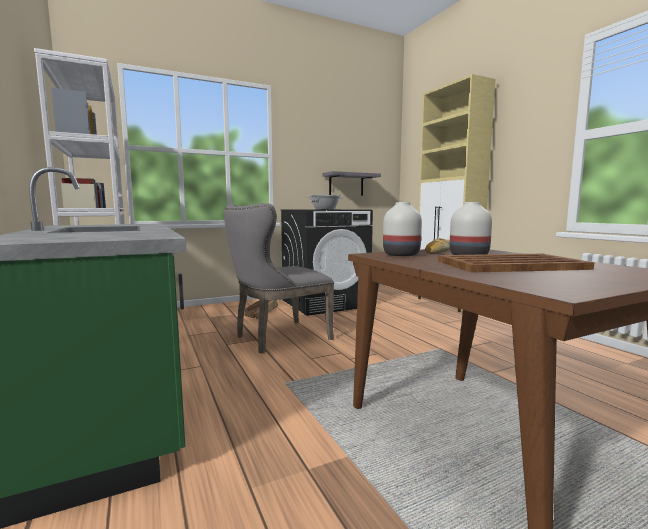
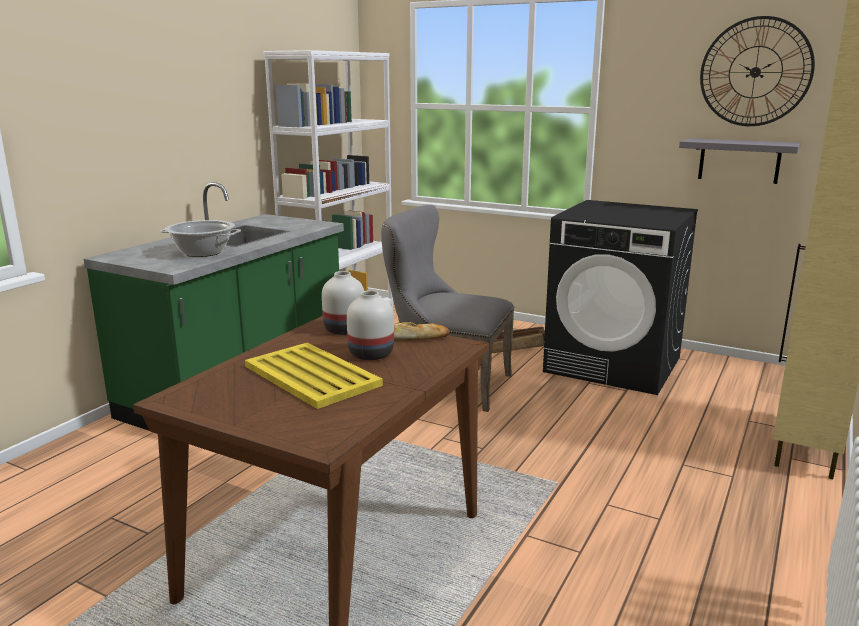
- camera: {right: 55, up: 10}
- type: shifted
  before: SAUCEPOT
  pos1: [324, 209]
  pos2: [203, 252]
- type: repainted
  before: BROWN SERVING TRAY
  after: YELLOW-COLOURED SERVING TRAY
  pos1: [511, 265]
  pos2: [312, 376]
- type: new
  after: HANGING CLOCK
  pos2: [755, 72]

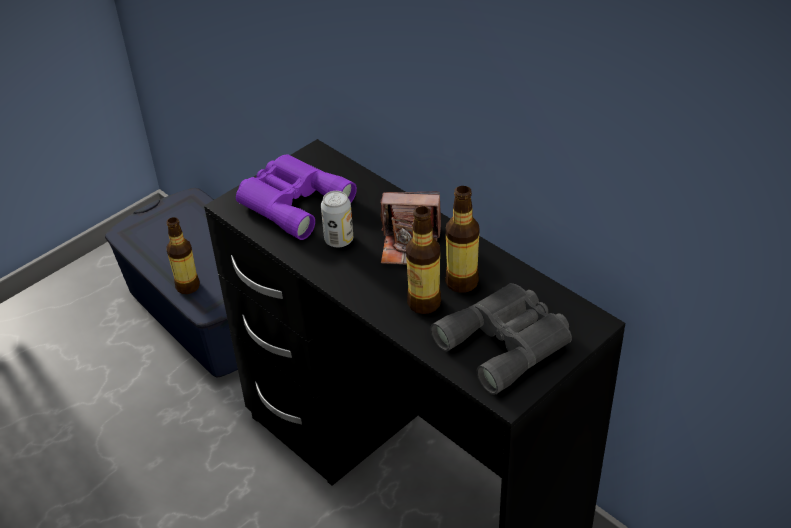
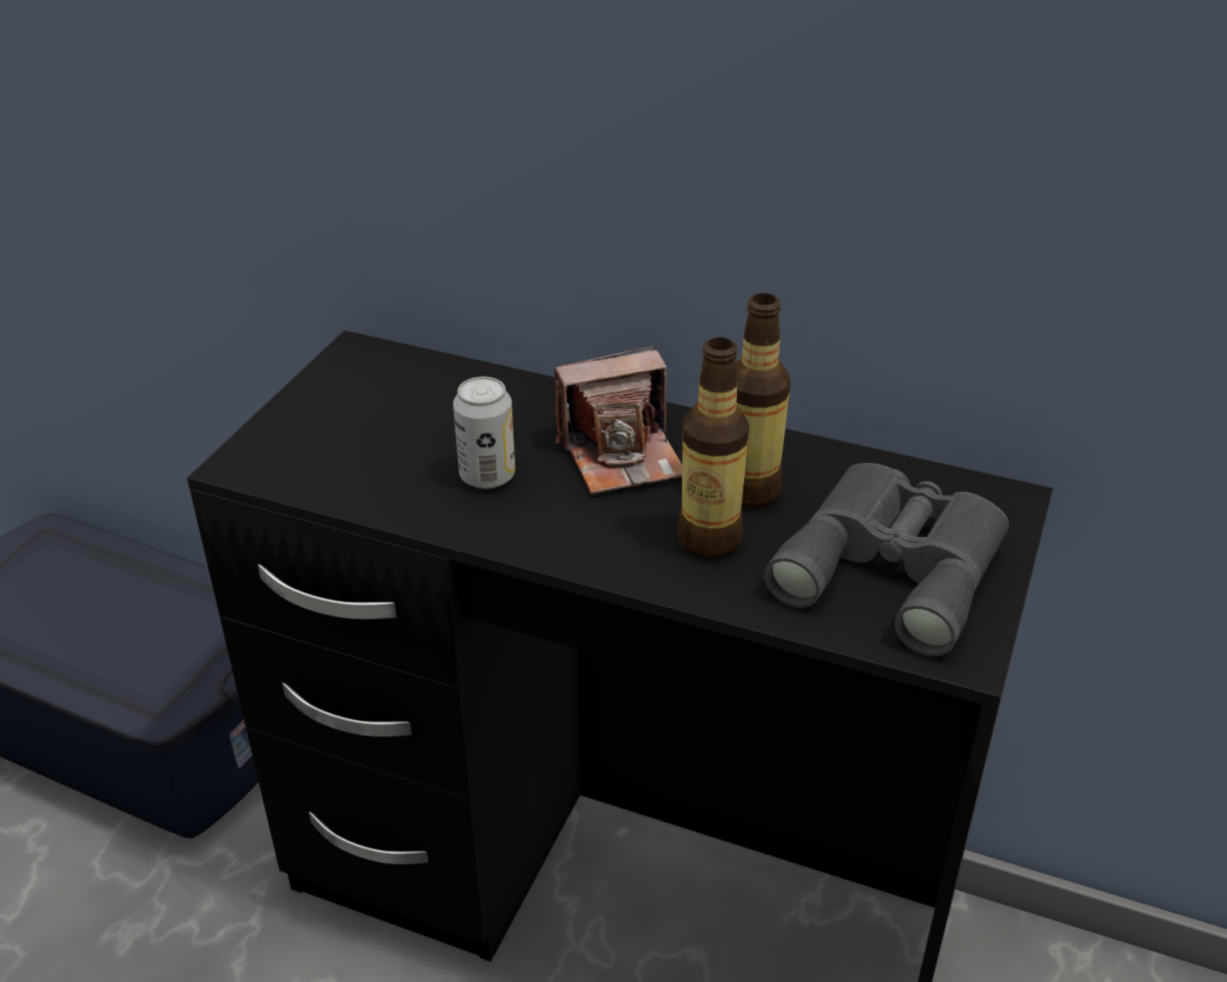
- camera: {right: -25, up: -5}
- type: gone
  before: BOTTLE
  pos1: [188, 286]
- type: gone
  before: PURPLISH BINOCULARS
  pos1: [291, 201]

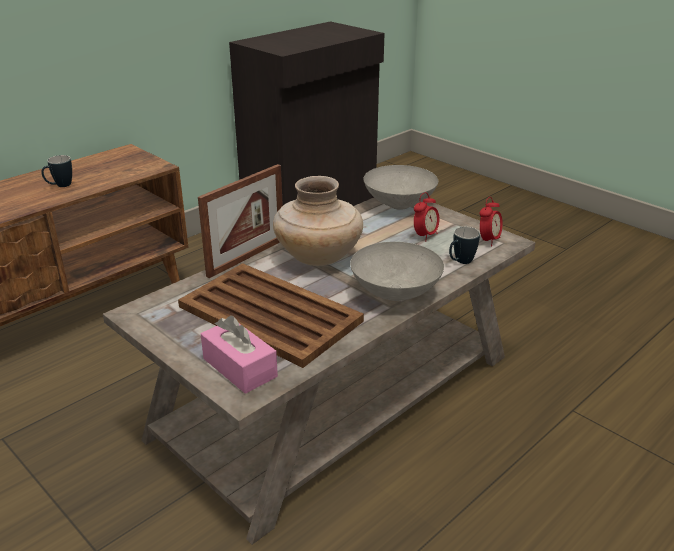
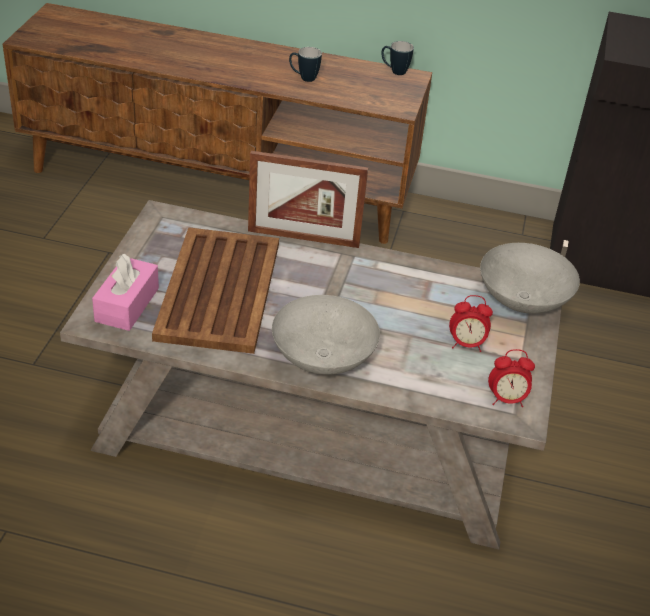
- camera: {right: 55, up: 10}
- type: gone
  before: SAND-COLOURED DECORATIVE VASE
  pos1: [318, 257]
- type: shifted
  before: MUG
  pos1: [460, 262]
  pos2: [394, 71]

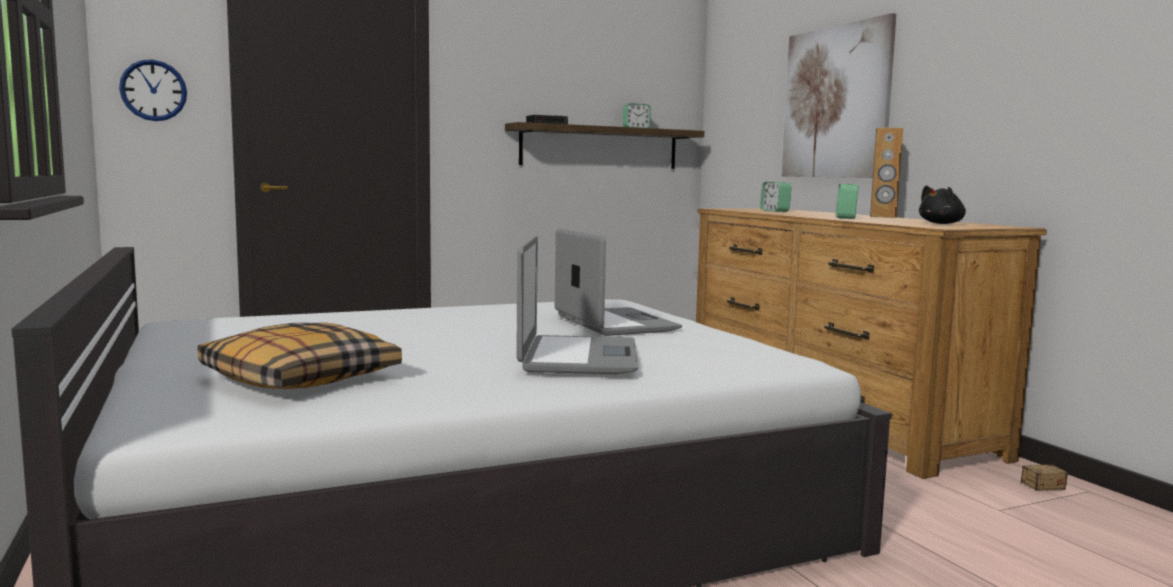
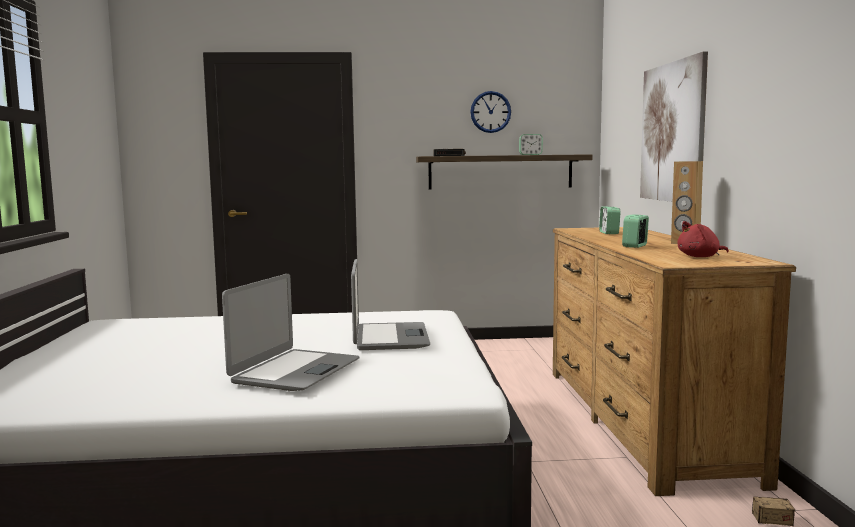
- camera: {right: 20, up: 0}
- type: shifted
  before: HANGING CLOCK
  pos1: [153, 90]
  pos2: [490, 112]
- type: gone
  before: THROW PILLOW
  pos1: [299, 379]
- type: repainted
  before: BLACK SOFT TOY
  after: RED-COLOURED SOFT TOY
  pos1: [942, 224]
  pos2: [700, 257]

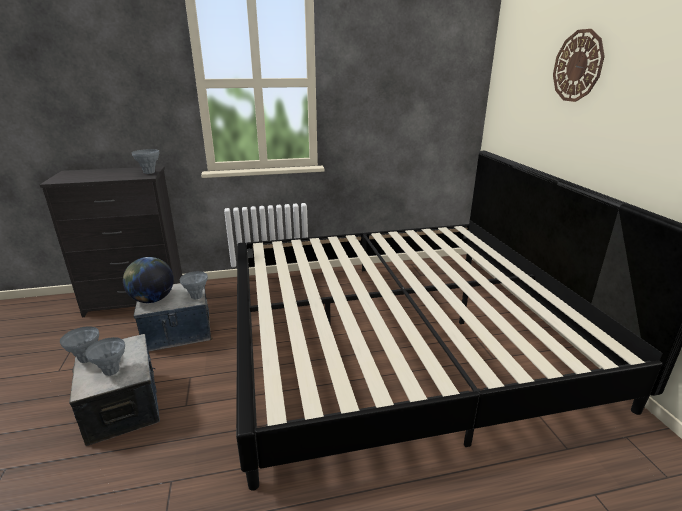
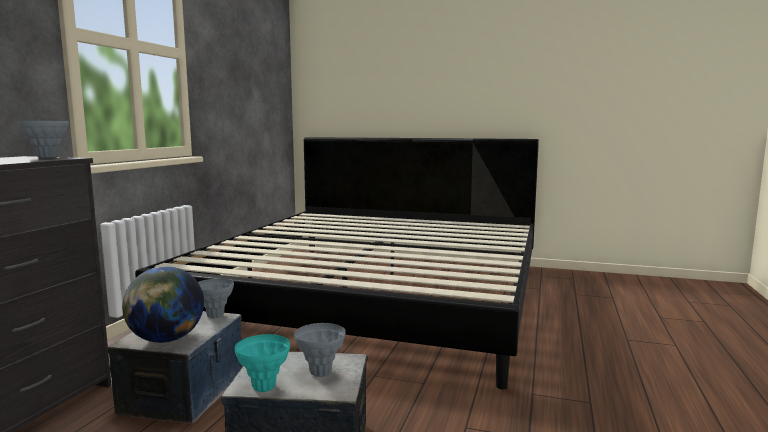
- camera: {right: -60, up: -15}
- type: repainted
  before: GRAY DECORATIVE VASE
  after: TURQUOISE-COLOURED DECORATIVE VASE
  pos1: [86, 359]
  pos2: [264, 387]
- type: gone
  before: HANGING CLOCK
  pos1: [578, 66]

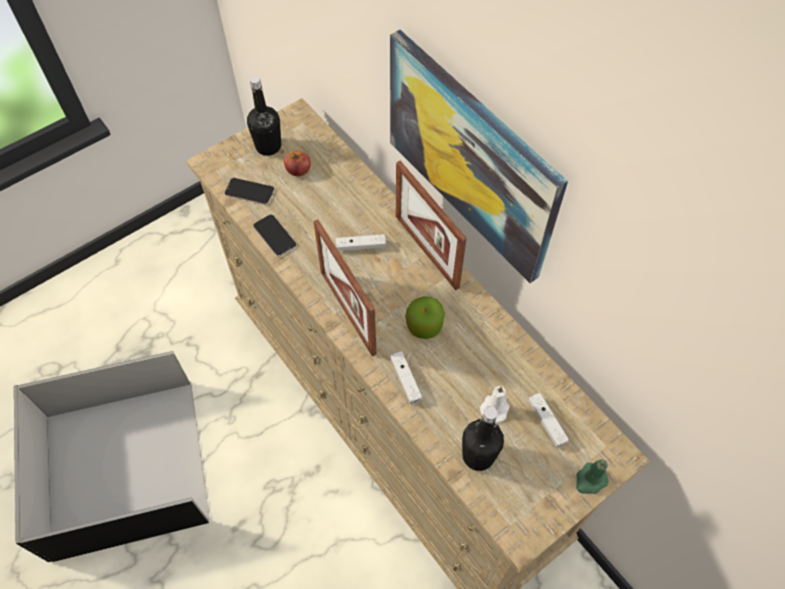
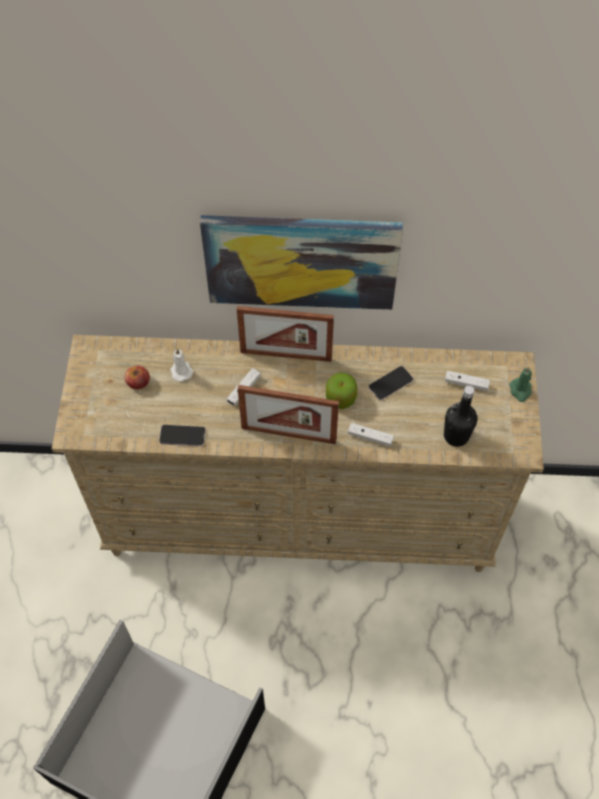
- camera: {right: -50, up: 0}
- type: shifted
  before: HANDSET
  pos1: [249, 192]
  pos2: [390, 383]
- type: gone
  before: BLACK BOTTLE
  pos1: [268, 146]
- type: shifted
  before: WHITE CANDLE
  pos1: [495, 407]
  pos2: [181, 370]

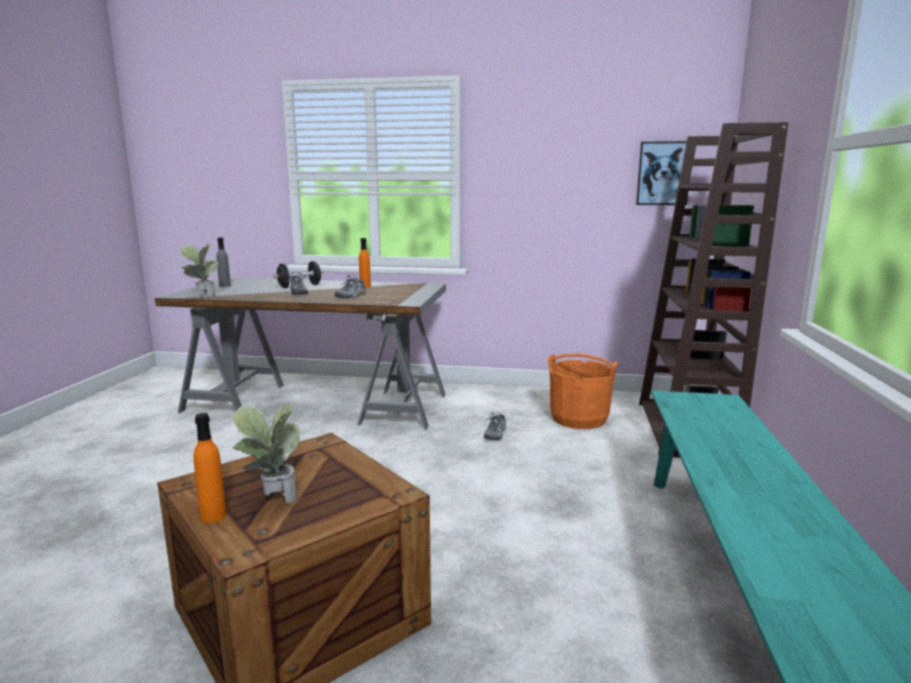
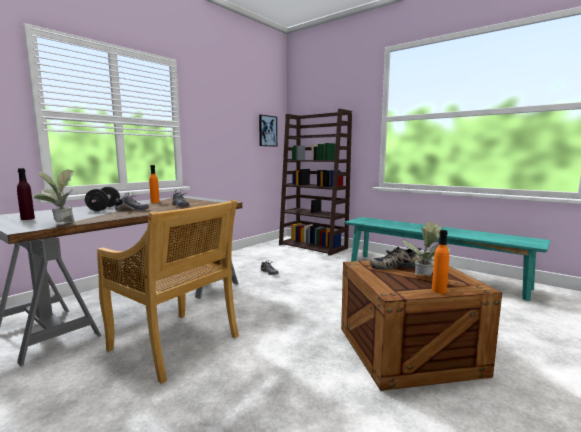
- camera: {right: -60, up: -5}
- type: repainted
  before: GRAY BOTTLE
  after: PURPLISH BOTTLE
  pos1: [225, 286]
  pos2: [27, 219]
- type: gone
  before: ORANGEY WATER BUCKET
  pos1: [578, 418]
- type: new
  after: SAND-COLOURED UPRIGHT CHAIR
  pos2: [176, 344]
- type: new
  after: LOW SHOE
  pos2: [394, 266]

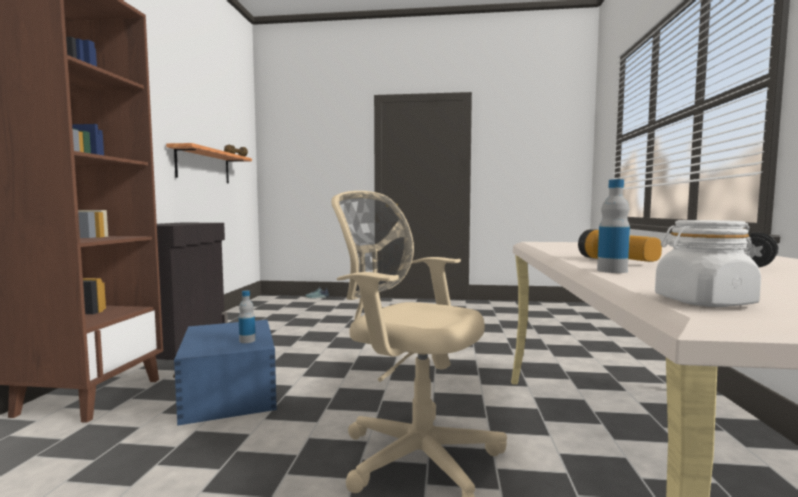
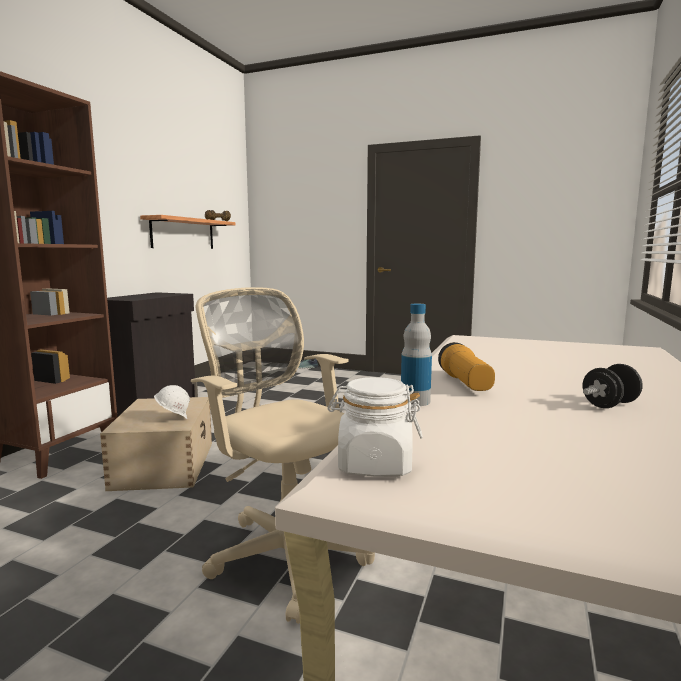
- camera: {right: 15, up: 5}
- type: repainted
  before: BLUISH STORAGE CONTAINER
  after: SAND-COLOURED STORAGE CONTAINER
  pos1: [230, 392]
  pos2: [165, 464]
- type: swapped
  before: BOTTLE
  after: WHITE SAFETY HELMET
  pos1: [247, 340]
  pos2: [173, 419]

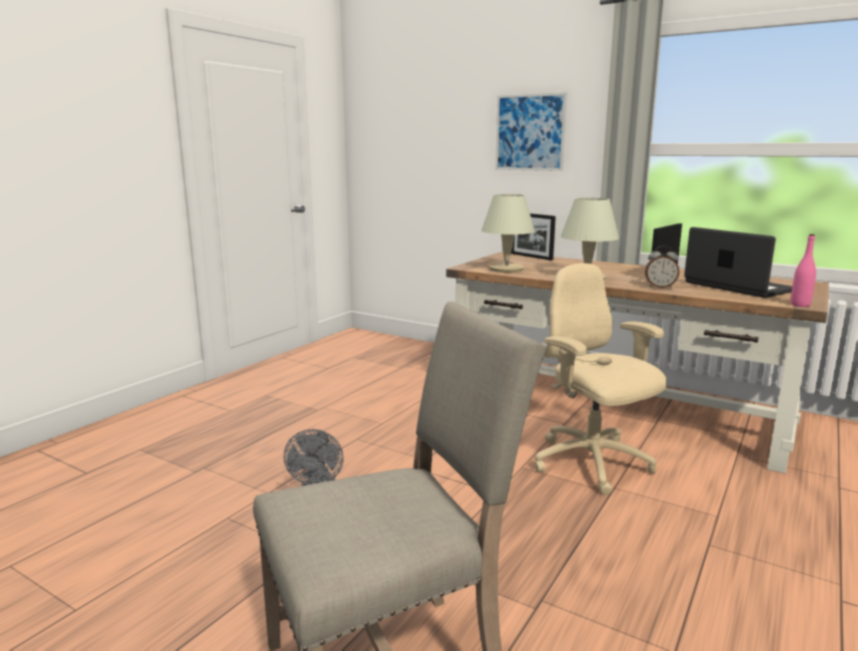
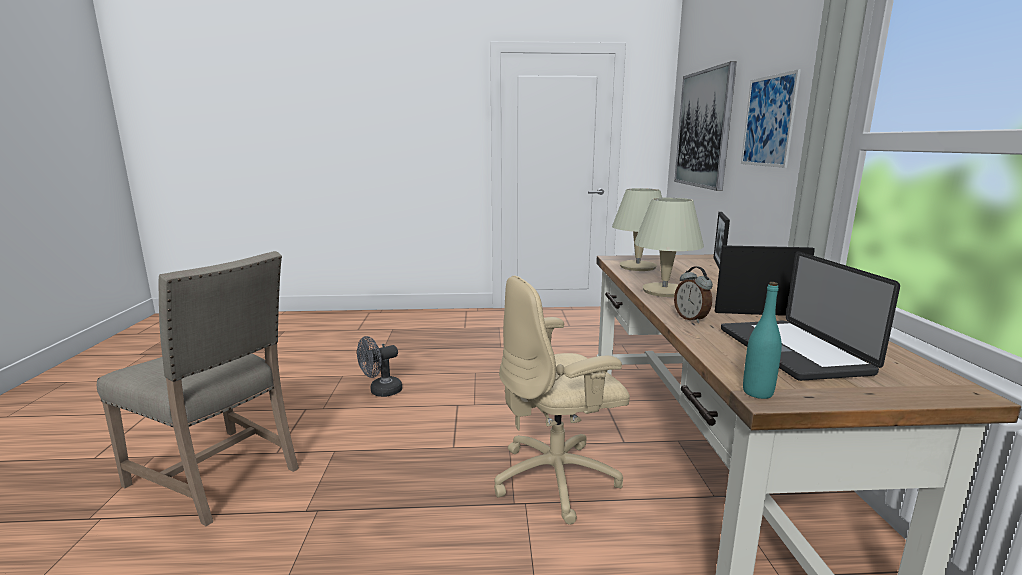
- camera: {right: 55, up: 0}
- type: rotated
  before: SAND-COLOURED DESK CHAIR
  pos1: [592, 464]
  pos2: [557, 479]
  turn: -135
- type: rotated
  before: PORTABLE COMPUTER
  pos1: [737, 287]
  pos2: [791, 350]
  turn: 150
- type: repainted
  before: PINK-COLOURED BOTTLE
  after: TURQUOISE-COLOURED BOTTLE
  pos1: [800, 305]
  pos2: [757, 392]
- type: new
  after: WALL ART
  pos2: [704, 129]

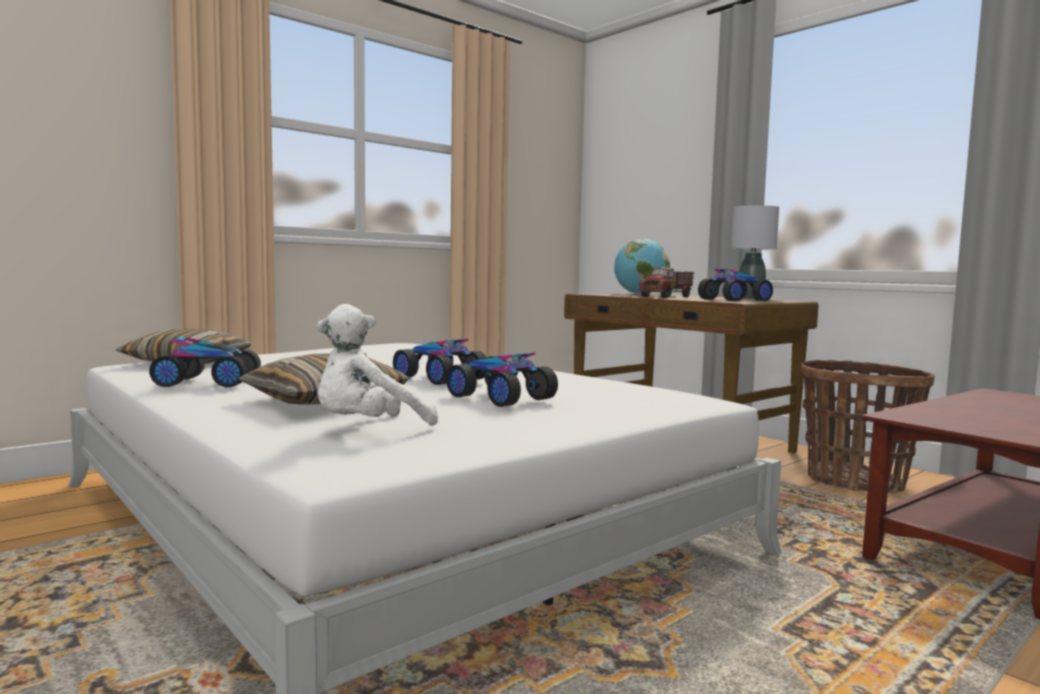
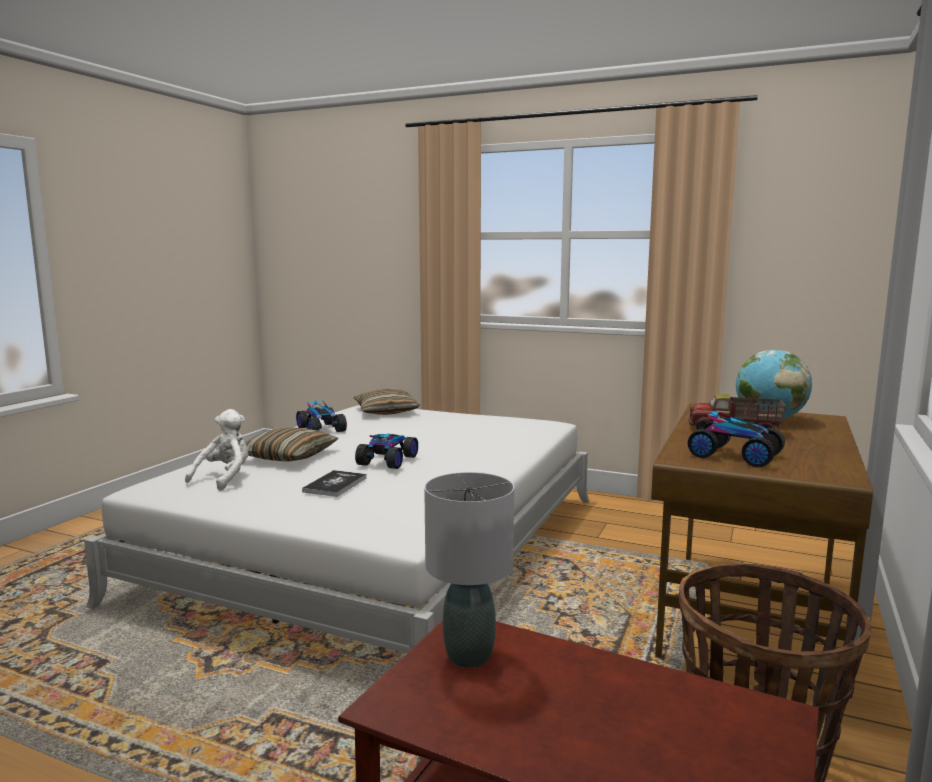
- camera: {right: 65, up: 5}
- type: rotated
  before: WHITE SOFT TOY
  pos1: [368, 429]
  pos2: [225, 478]
  turn: 90
- type: swapped
  before: TOY CAR
  after: BOOK
  pos1: [502, 397]
  pos2: [335, 485]
- type: shifted
  before: GRAY TABLE LAMP
  pos1: [751, 298]
  pos2: [470, 656]

